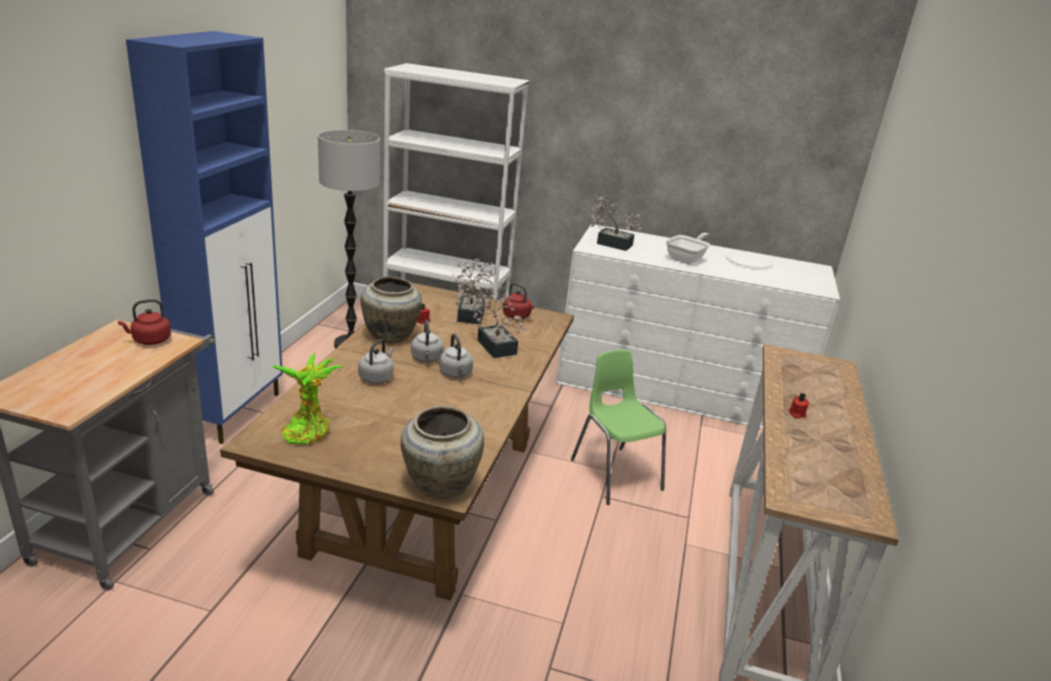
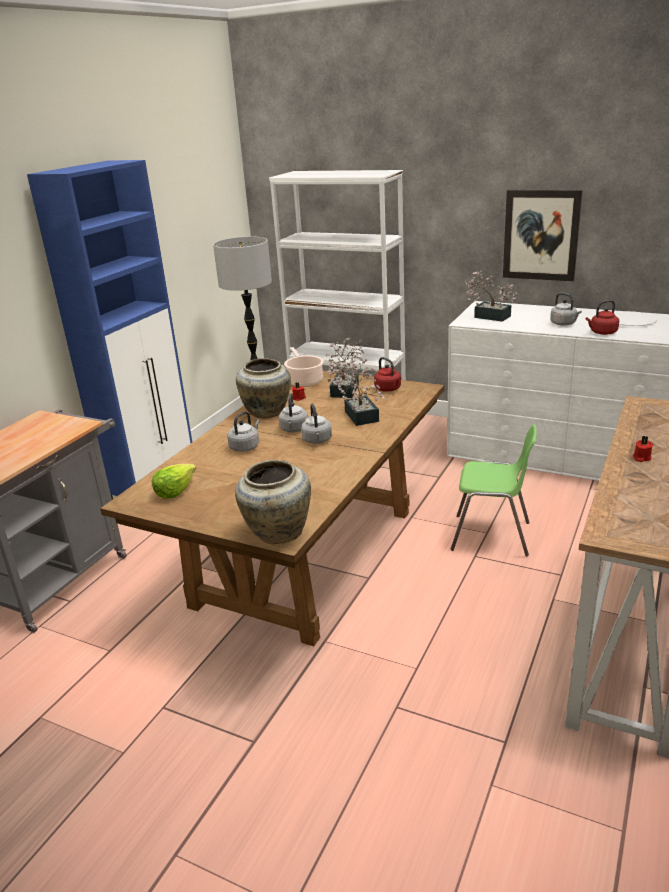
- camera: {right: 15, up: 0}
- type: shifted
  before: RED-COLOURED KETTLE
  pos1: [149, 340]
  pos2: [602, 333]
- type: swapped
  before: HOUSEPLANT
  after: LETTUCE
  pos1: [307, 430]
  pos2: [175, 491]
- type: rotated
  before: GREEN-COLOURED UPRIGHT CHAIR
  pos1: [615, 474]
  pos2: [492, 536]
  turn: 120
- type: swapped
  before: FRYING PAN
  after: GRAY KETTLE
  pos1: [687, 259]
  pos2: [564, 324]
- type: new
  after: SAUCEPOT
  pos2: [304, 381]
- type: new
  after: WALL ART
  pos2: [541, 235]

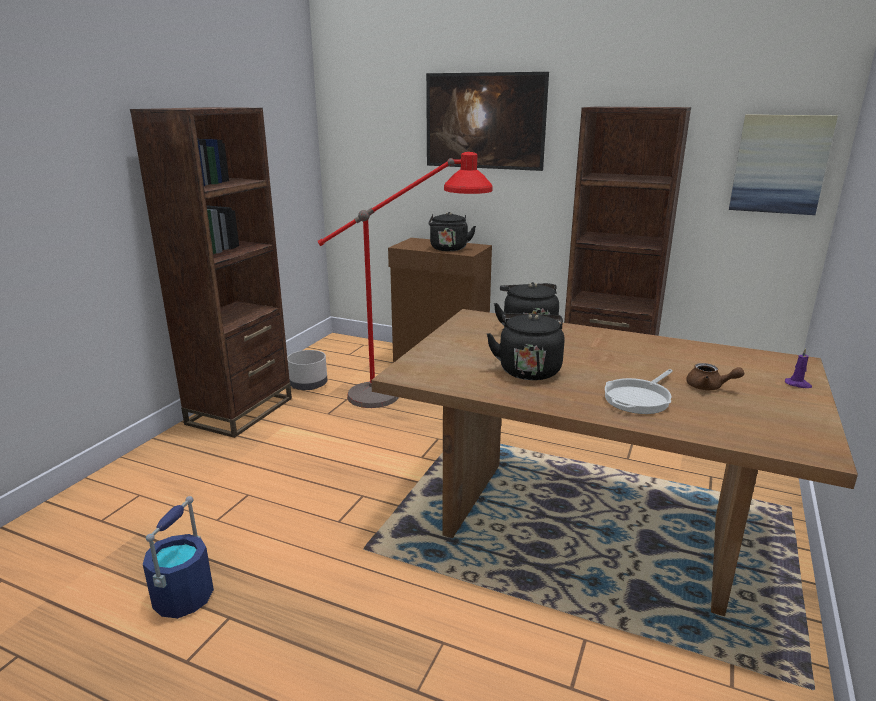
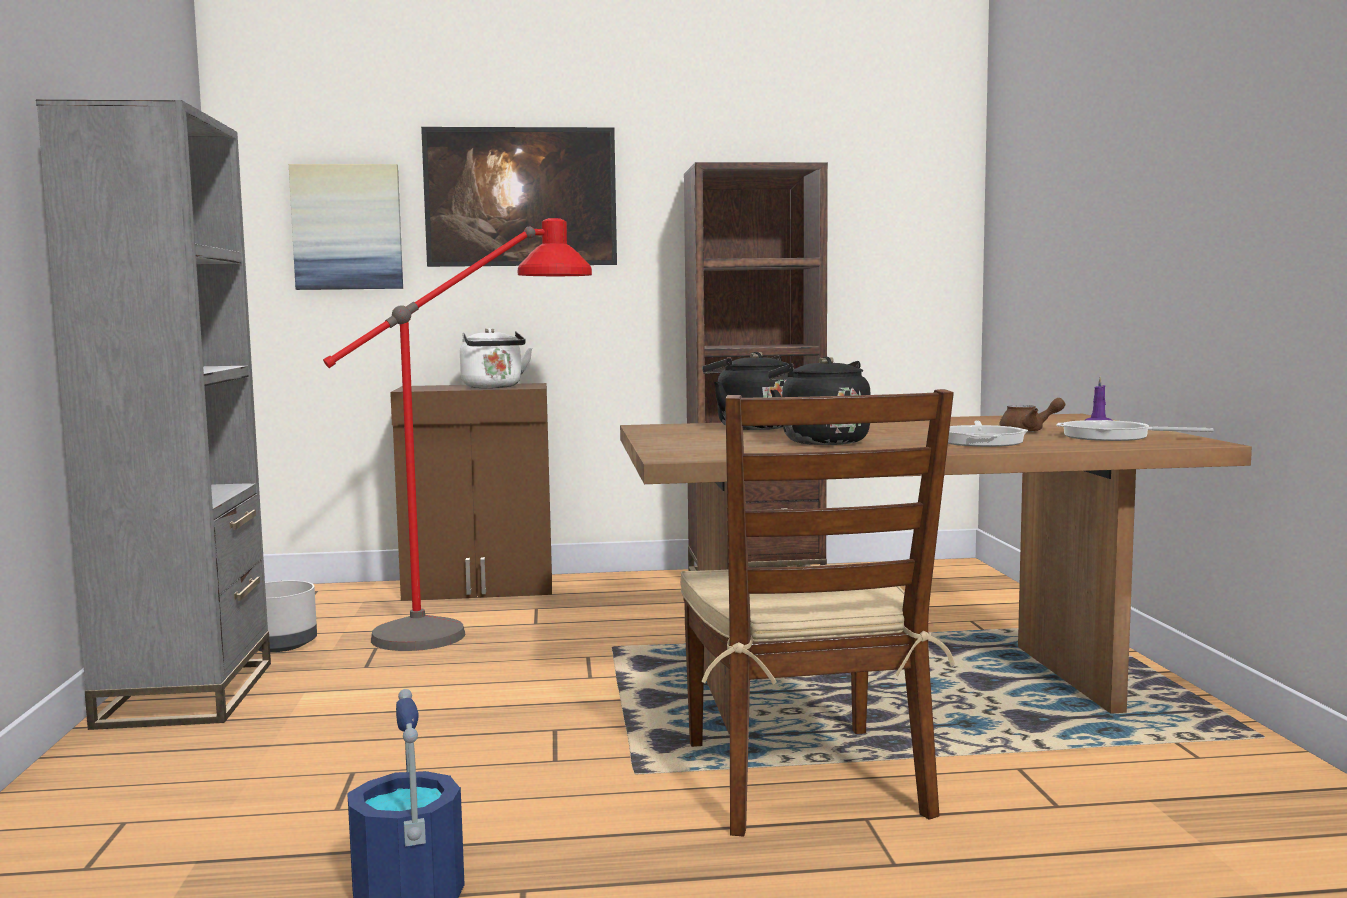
- camera: {right: -30, up: -15}
- type: repainted
  before: BROWN SHELVING UNIT
  after: GRAY SHELVING UNIT
  pos1: [240, 411]
  pos2: [187, 694]
- type: repainted
  before: BLACK KETTLE
  after: WHITE KETTLE
  pos1: [449, 249]
  pos2: [493, 387]
- type: shifted
  before: WALL ART
  pos1: [780, 164]
  pos2: [347, 227]
- type: new
  after: BROWN UPRIGHT CHAIR
  pos2: [805, 779]
- type: new
  after: FRYING PAN
  pos2: [1112, 437]

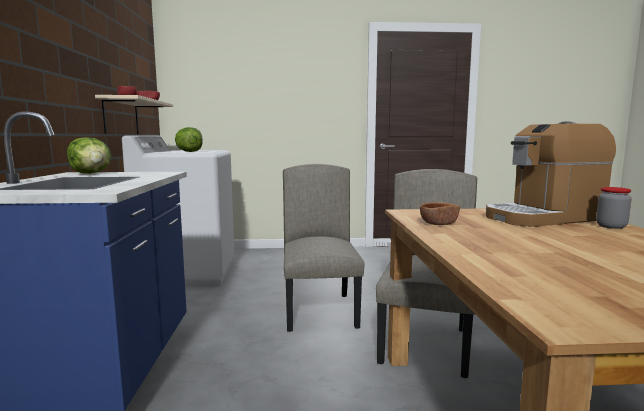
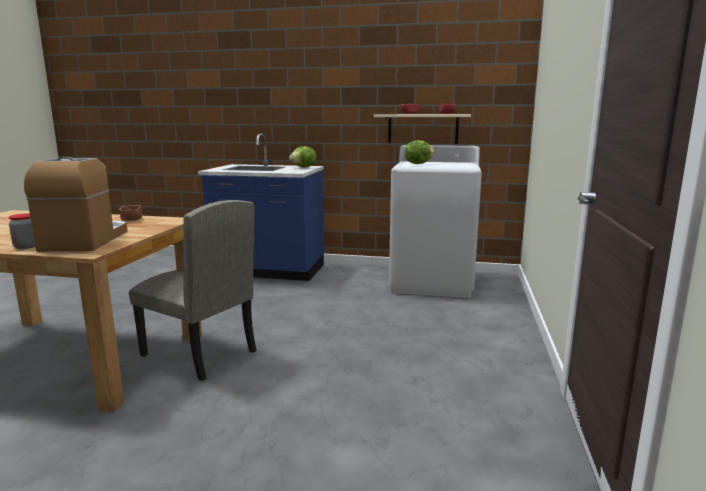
- camera: {right: 105, up: 5}
- type: gone
  before: SAND-COLOURED UPRIGHT CHAIR
  pos1: [320, 311]

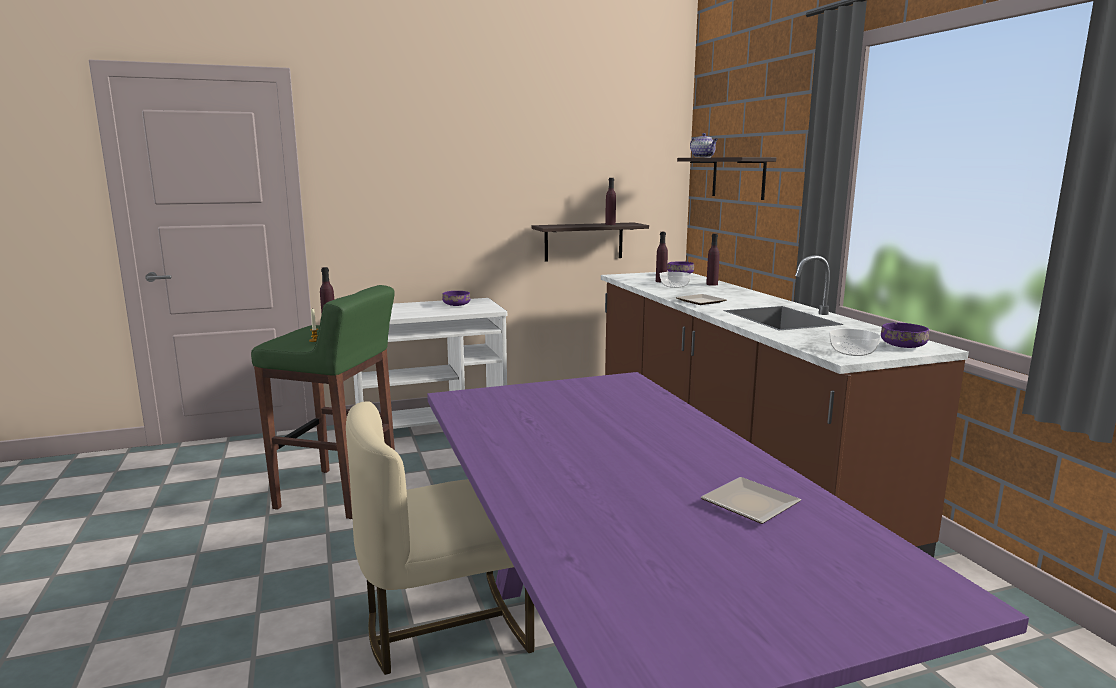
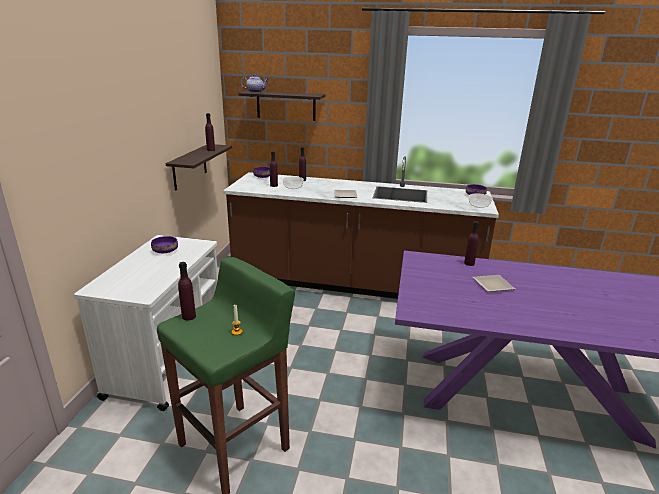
- camera: {right: -60, up: 10}
- type: gone
  before: SAND-COLOURED UPRIGHT CHAIR
  pos1: [445, 626]
- type: shifted
  before: FLAT DISH
  pos1: [753, 504]
  pos2: [493, 284]
- type: new
  after: PURPLISH BOTTLE
  pos2: [469, 263]

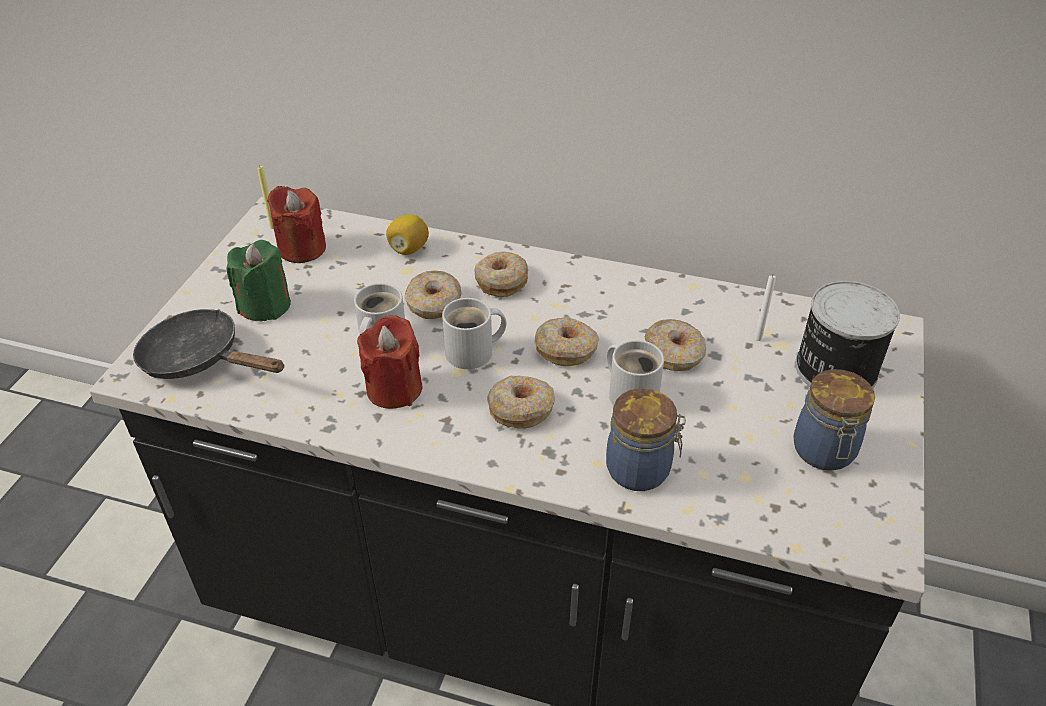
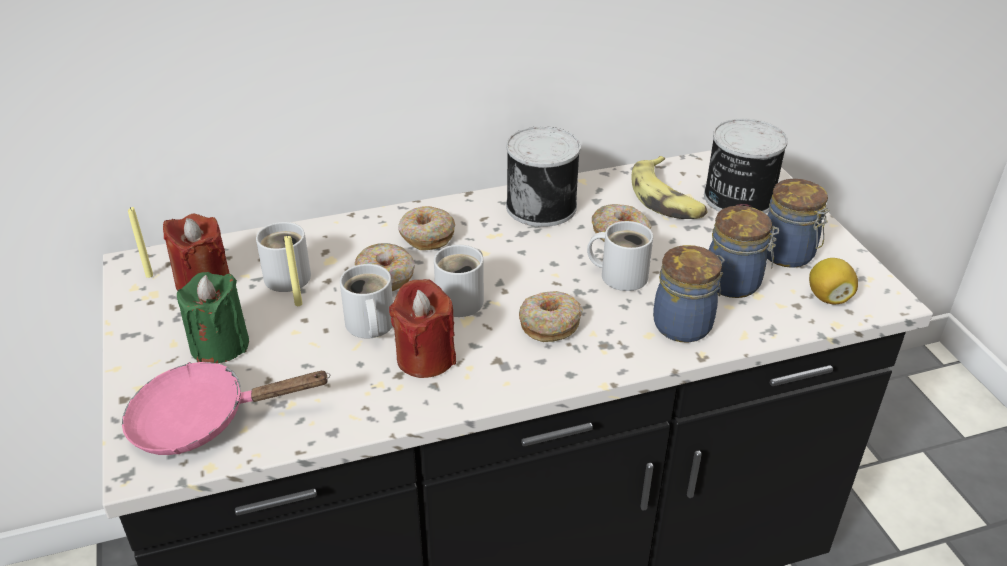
- camera: {right: -35, up: -5}
- type: repainted
  before: BLACK FRYING PAN
  after: PINK-COLOURED FRYING PAN
  pos1: [200, 359]
  pos2: [203, 420]
- type: shifted
  before: LEMON
  pos1: [409, 249]
  pos2: [828, 297]
- type: gone
  before: RING DOUGHNUT
  pos1: [566, 349]
- type: swapped
  before: WHITE CANDLE
  after: WHOLE BANANA
  pos1: [758, 338]
  pos2: [667, 198]
- type: new
  after: WHITE MUG
  pos2: [286, 274]
- type: new
  after: YELLOW-COLOURED CANDLE
  pos2: [298, 304]
- type: new
  after: CAN
  pos2: [543, 206]
- type: new
  after: STORAGE JAR
  pos2: [735, 283]

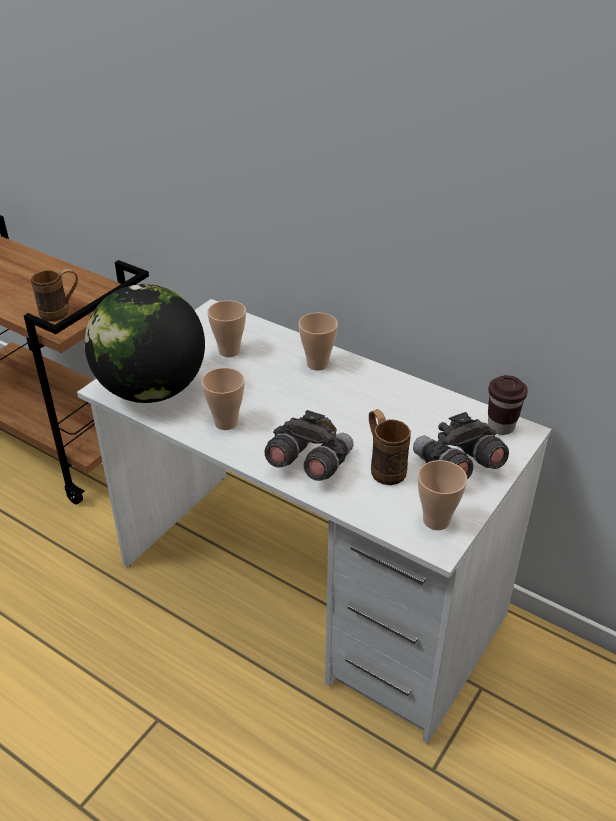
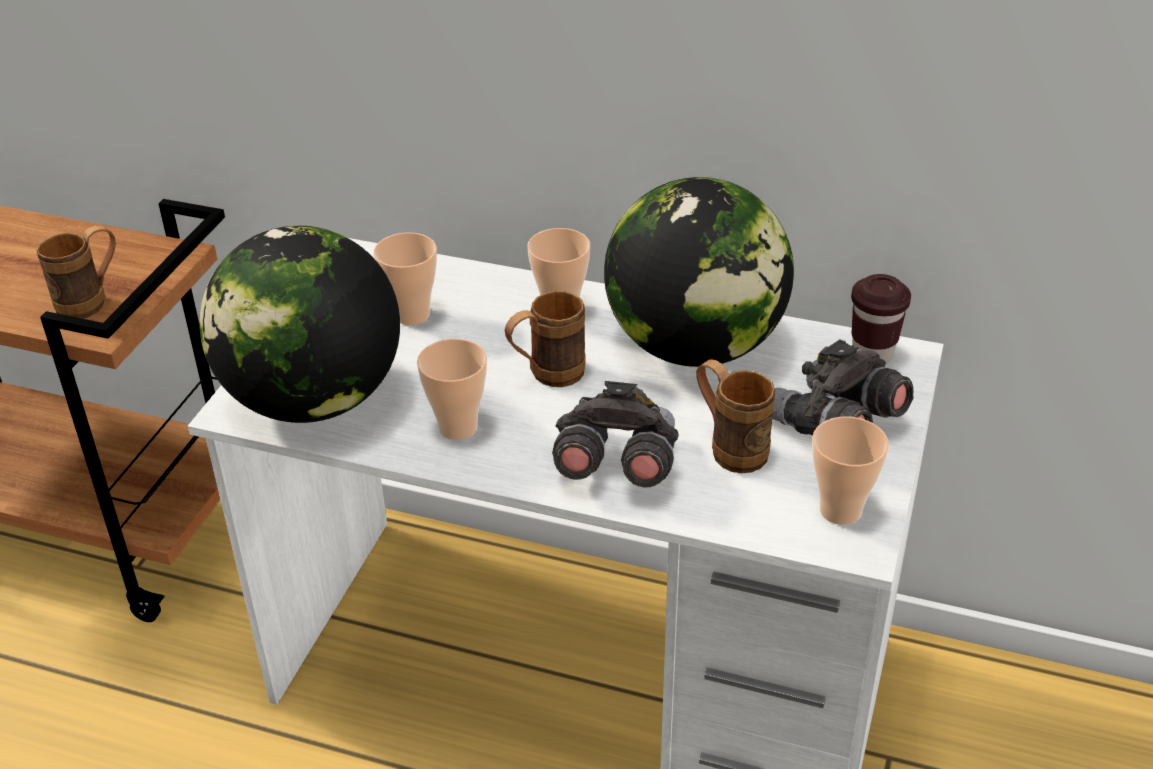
- camera: {right: -15, up: 0}
- type: new
  after: BROWN MUG
  pos2: [546, 376]
- type: new
  after: DESK GLOBE
  pos2: [694, 347]

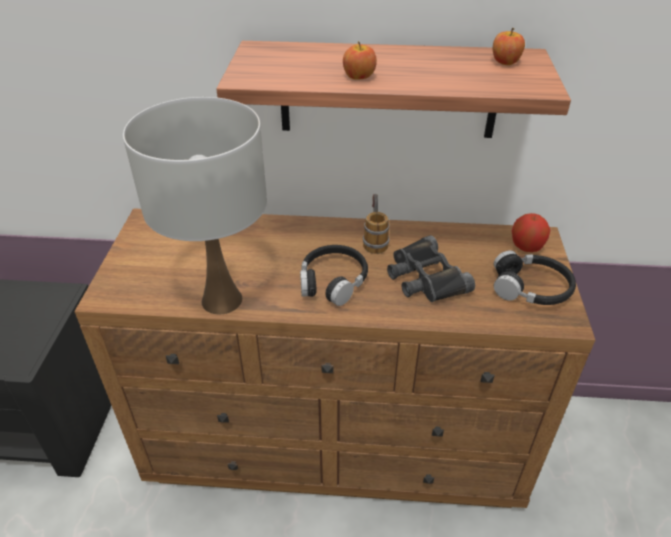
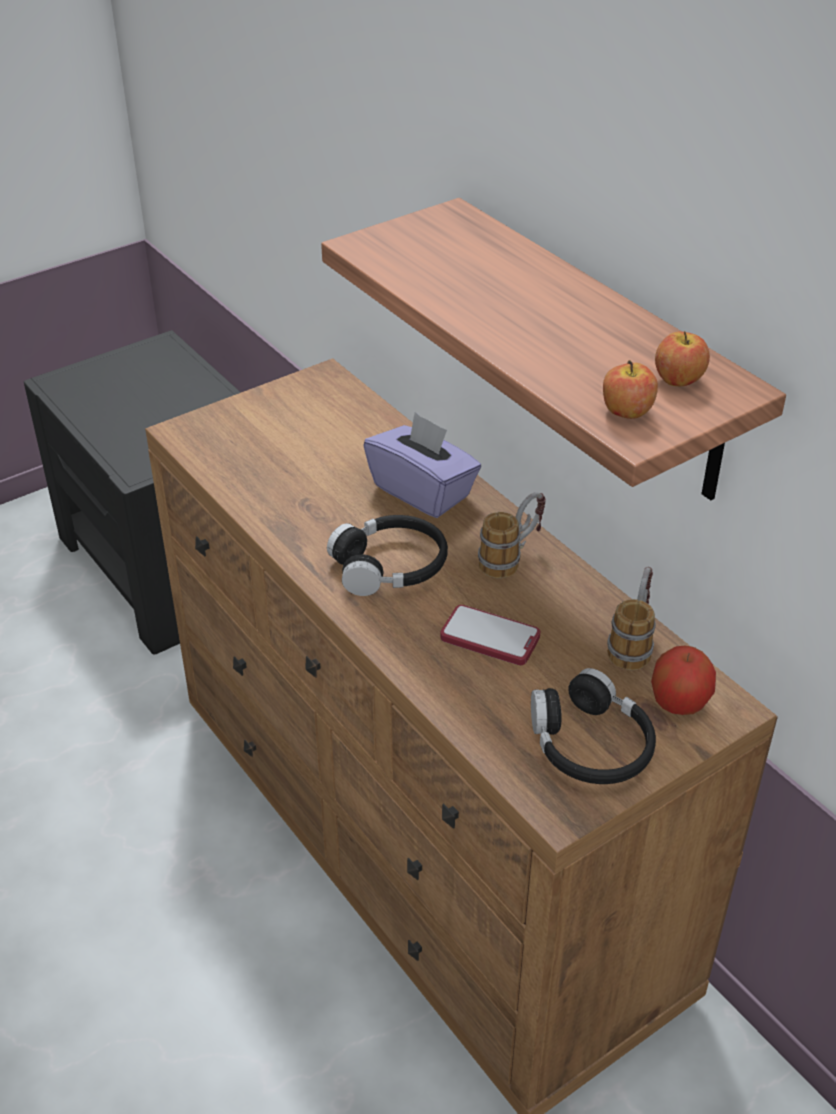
- camera: {right: 50, up: 0}
- type: gone
  before: WHITE TABLE LAMP
  pos1: [221, 300]
- type: shifted
  before: WHOLE APPLE
  pos1: [359, 77]
  pos2: [627, 411]
- type: swapped
  before: BLACK BINOCULARS
  after: HANDSET
  pos1: [425, 277]
  pos2: [490, 637]
- type: new
  after: PURPLISH TISSUE BOX
  pos2: [422, 491]
- type: new
  after: MUG
  pos2: [633, 642]

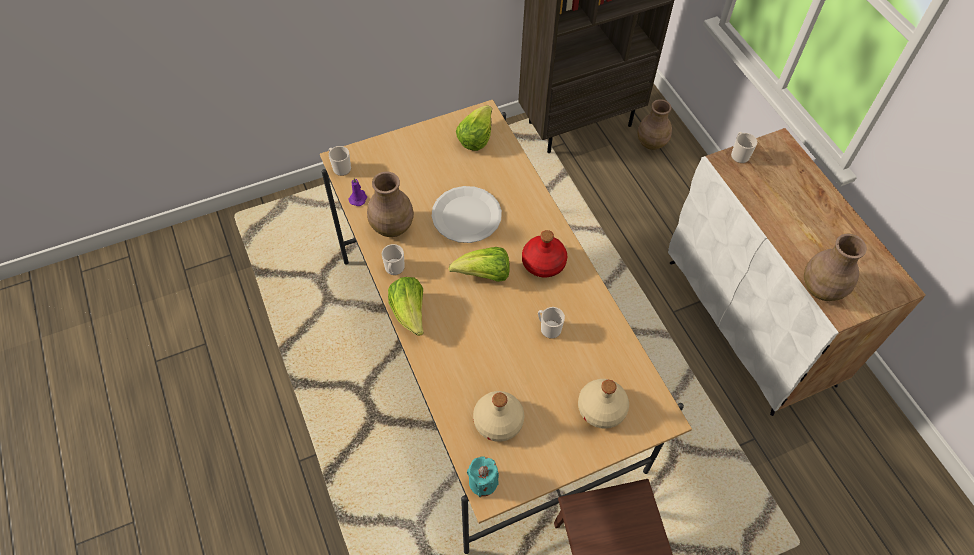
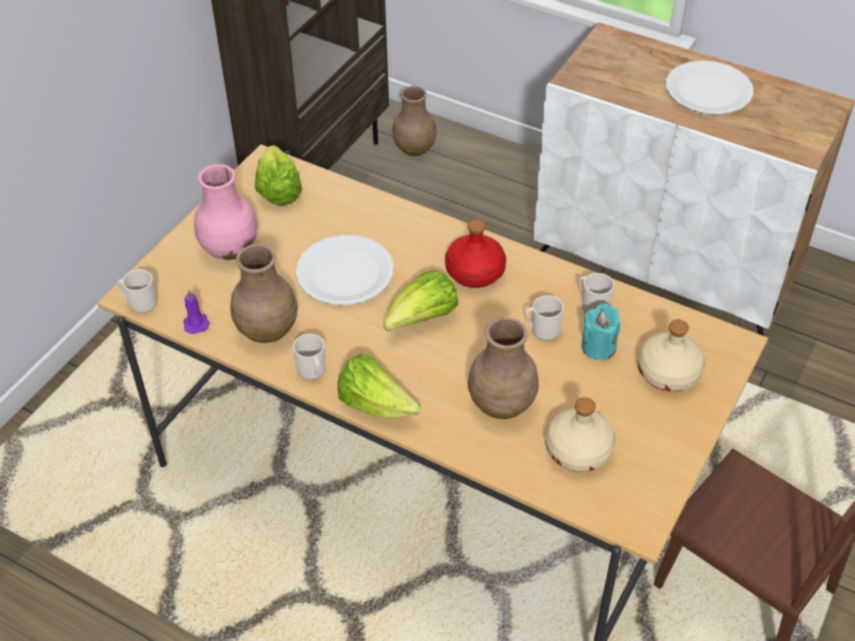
- camera: {right: -35, up: -10}
- type: shifted
  before: TURQUOISE-COLOURED CANDLE
  pos1: [483, 482]
  pos2: [598, 347]
- type: shifted
  before: MUG
  pos1: [739, 154]
  pos2: [592, 306]
- type: shifted
  before: BROWN DECORATIVE VASE
  pos1: [822, 289]
  pos2: [502, 404]
- type: new
  after: PINK-COLOURED DECORATIVE VASE
  pos2: [229, 249]
- type: new
  after: WHITE FLAT DISH
  pos2: [708, 90]

